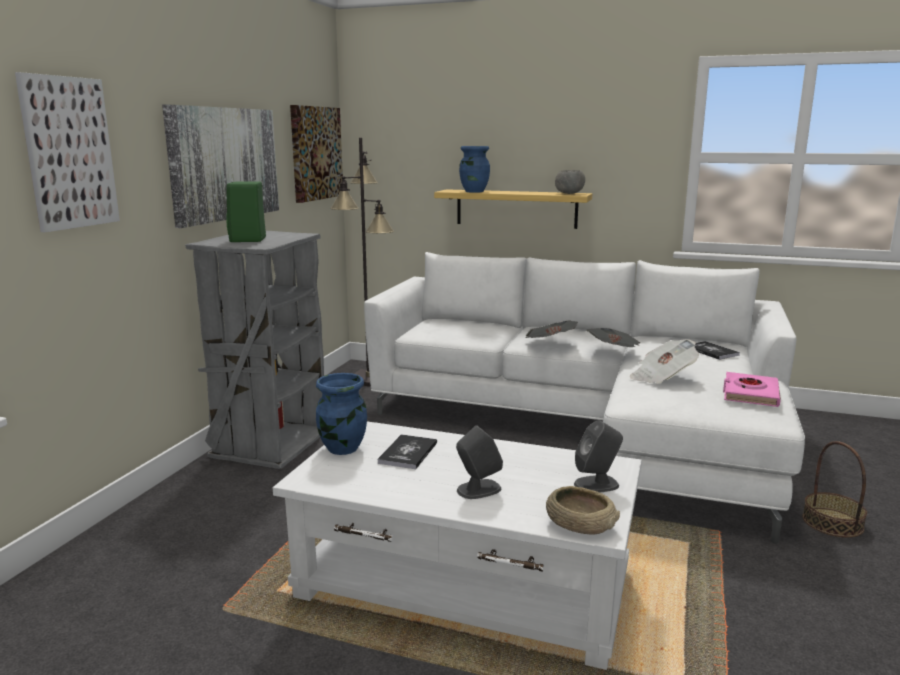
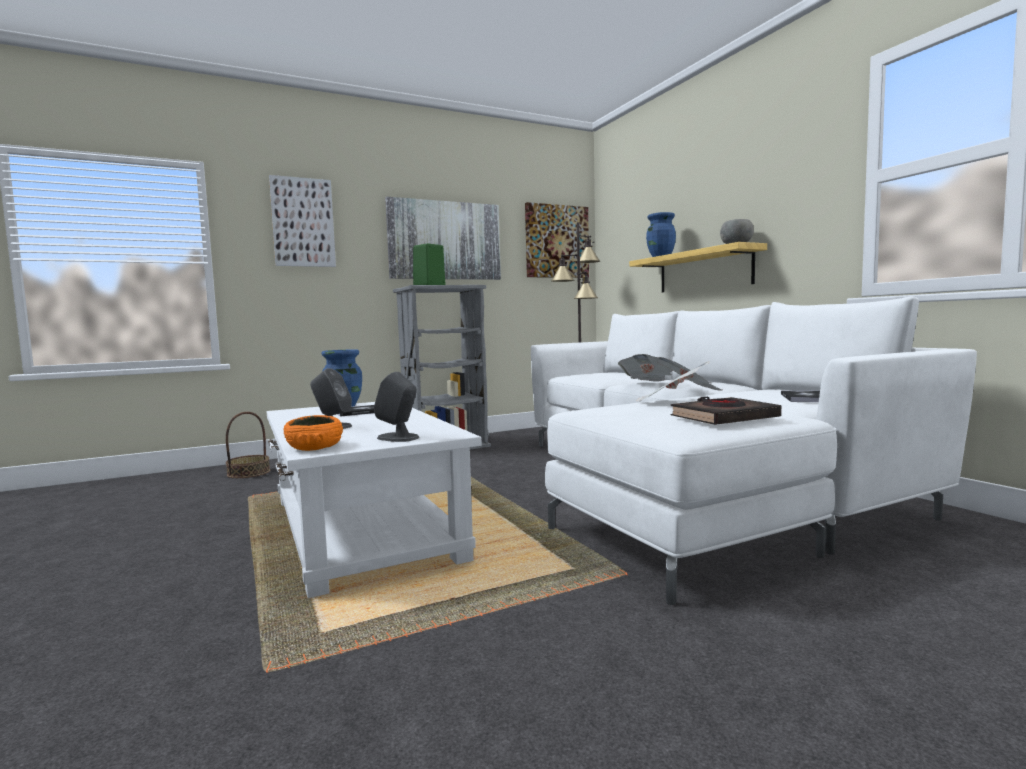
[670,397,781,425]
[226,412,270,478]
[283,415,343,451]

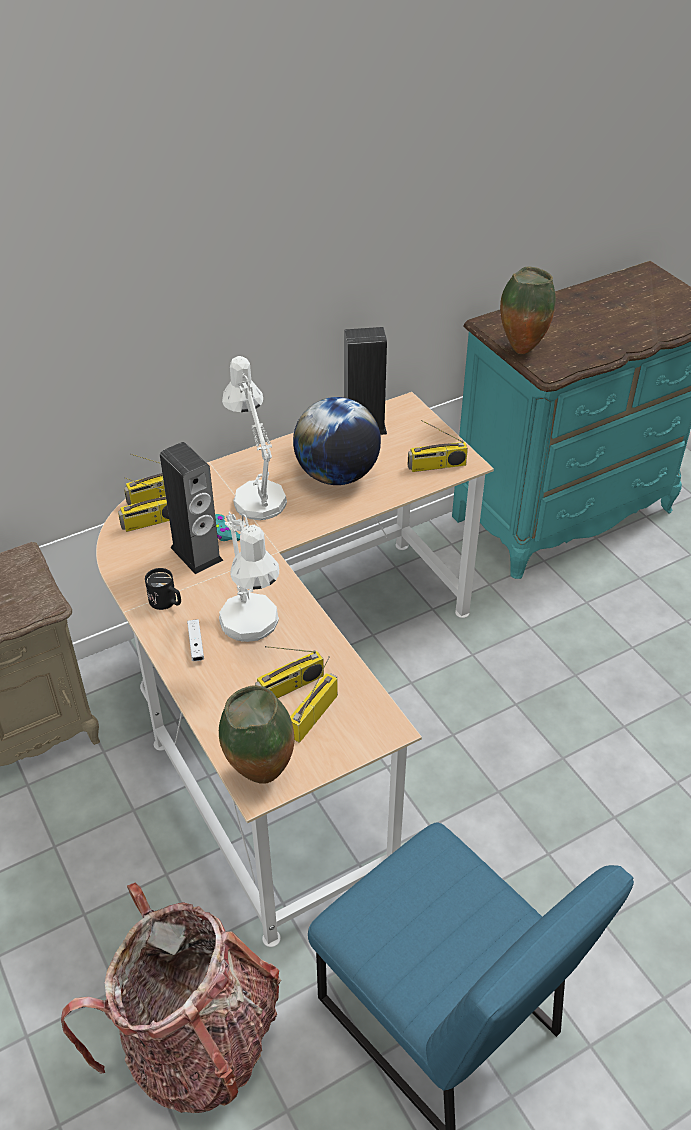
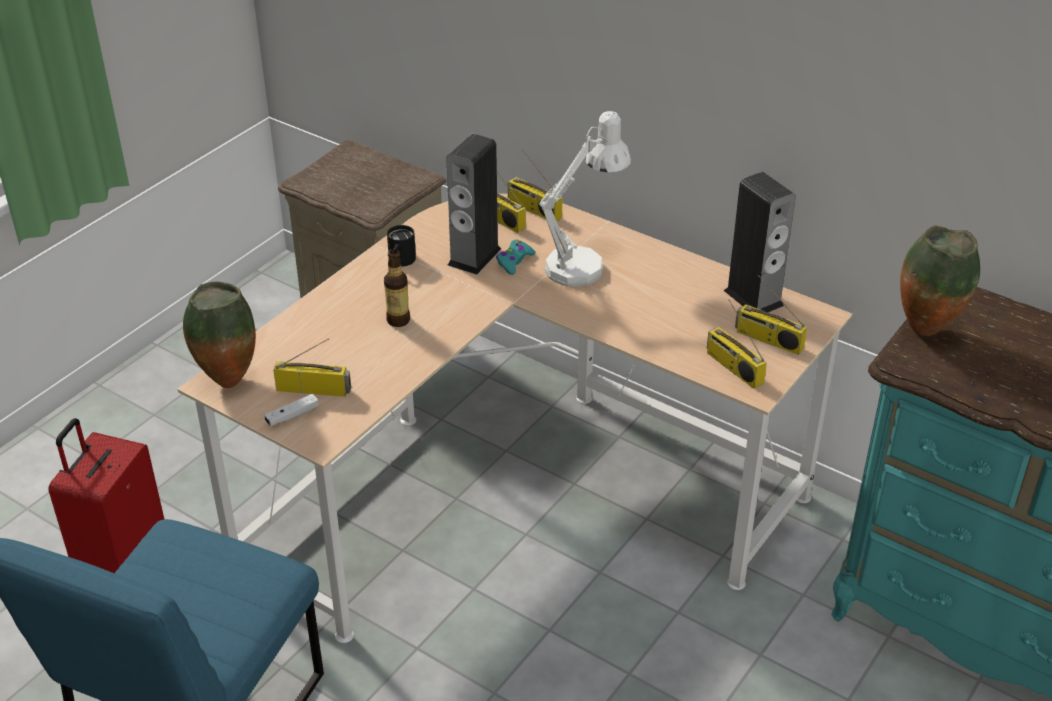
[293,397,381,485] (first image)
[384,249,410,327]
[264,394,319,426]
[735,275,807,355]
[48,418,164,573]

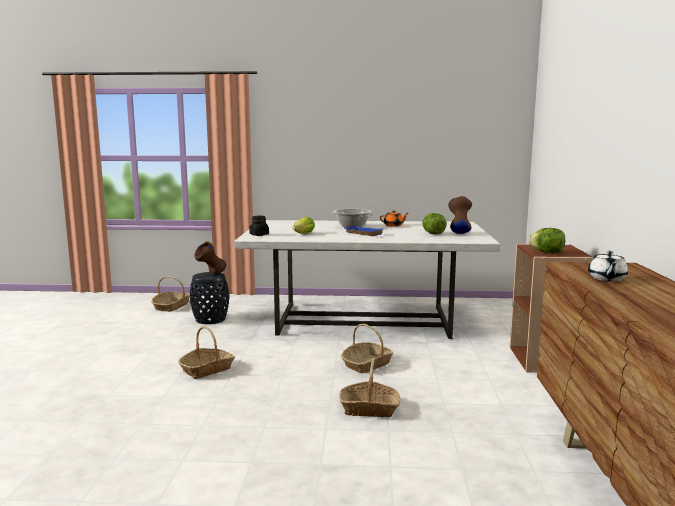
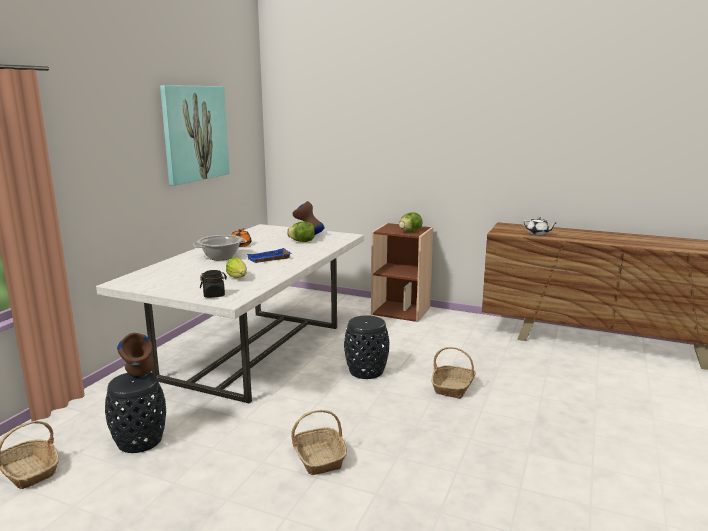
[344,315,389,379]
[160,85,230,186]

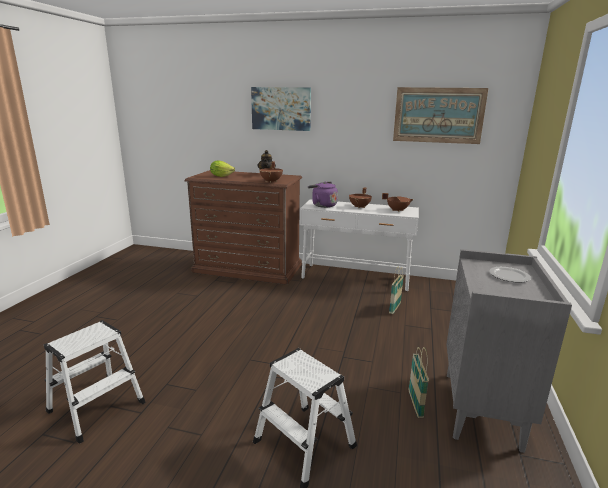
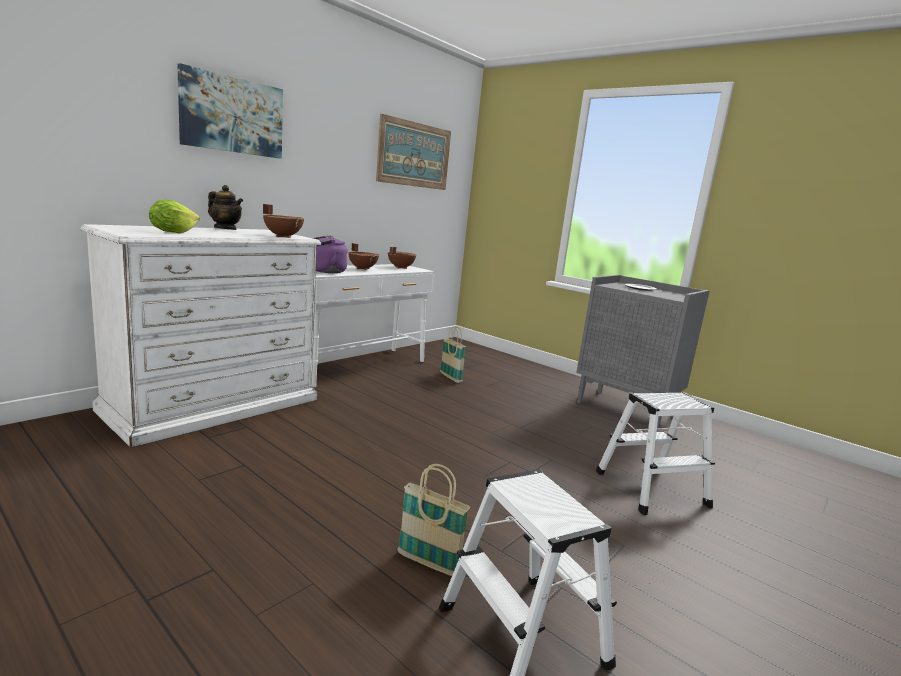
[80,224,321,448]
[397,464,470,576]

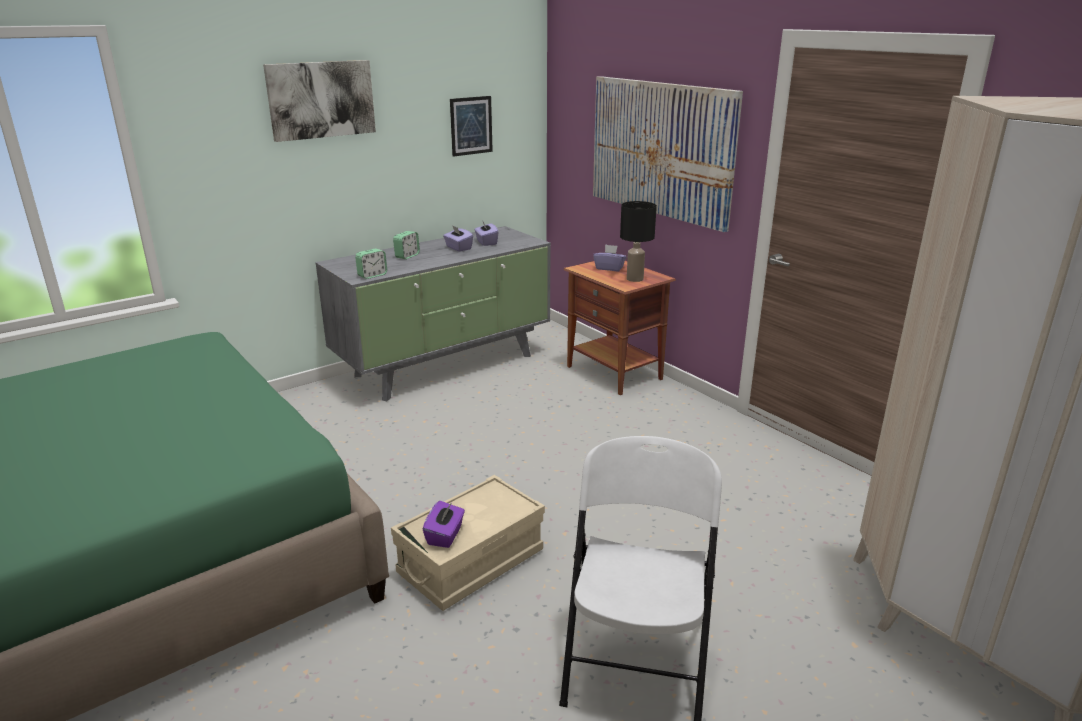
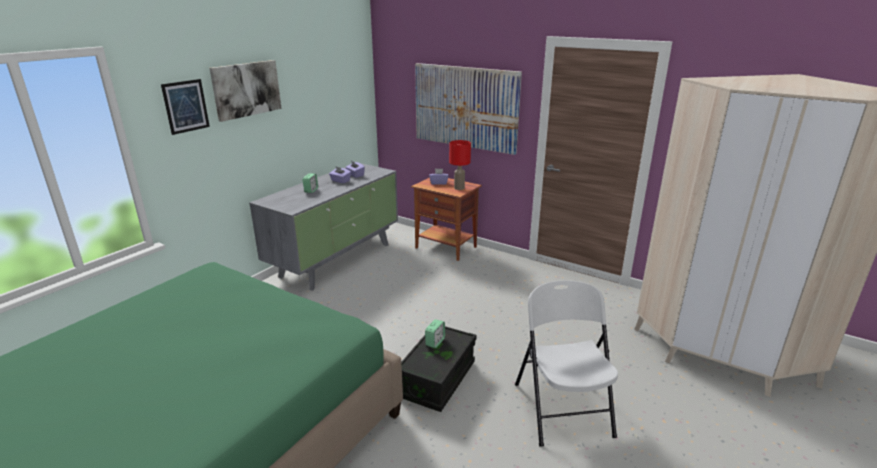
[161,79,210,135]
[449,140,471,190]
[425,319,445,348]
[401,326,476,412]
[423,501,465,548] (first image)

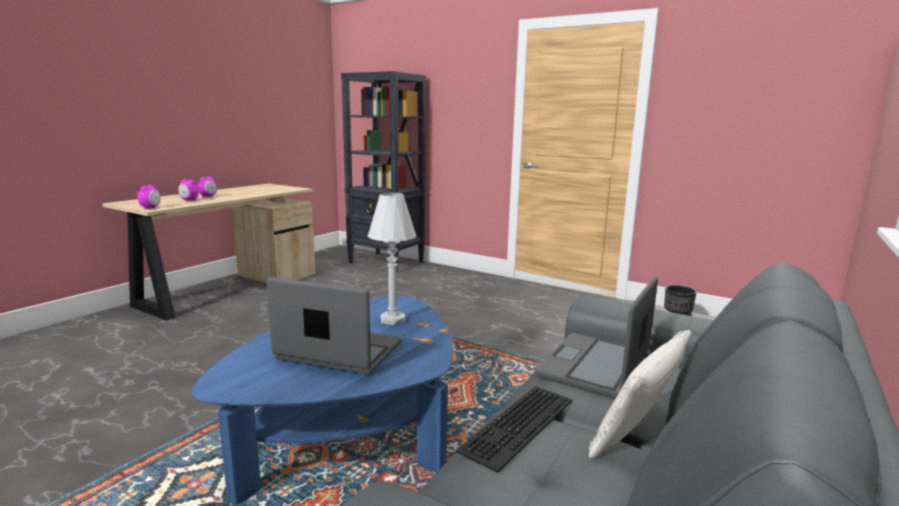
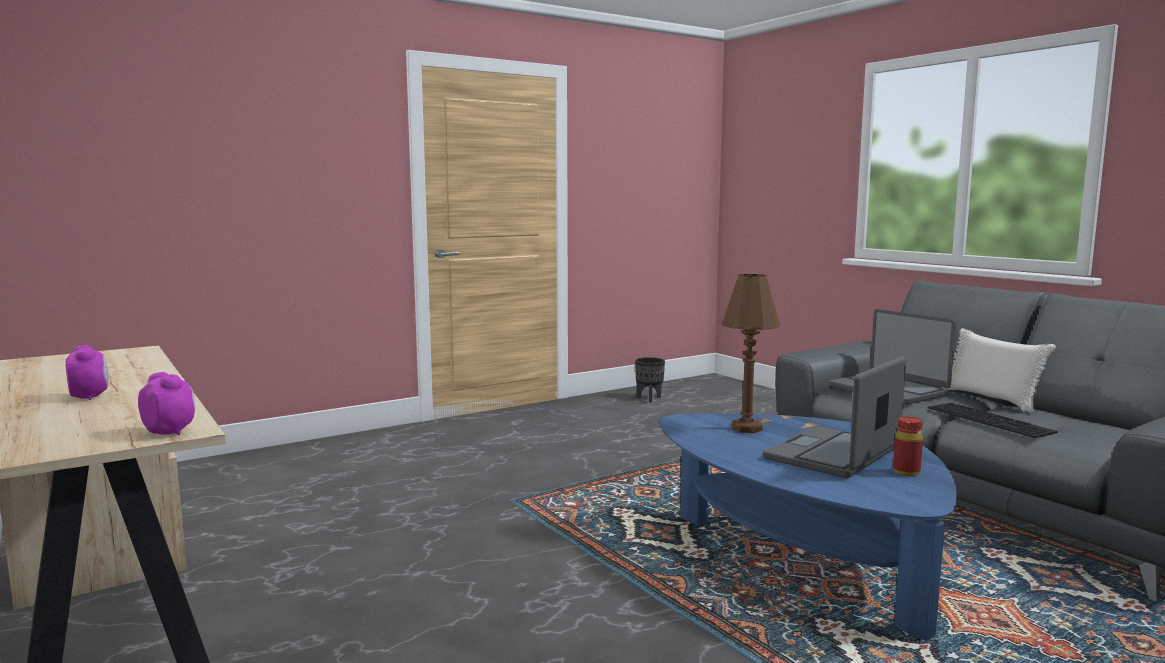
[341,71,426,272] (first image)
[178,179,199,201] (first image)
[721,274,780,433]
[893,417,923,476]

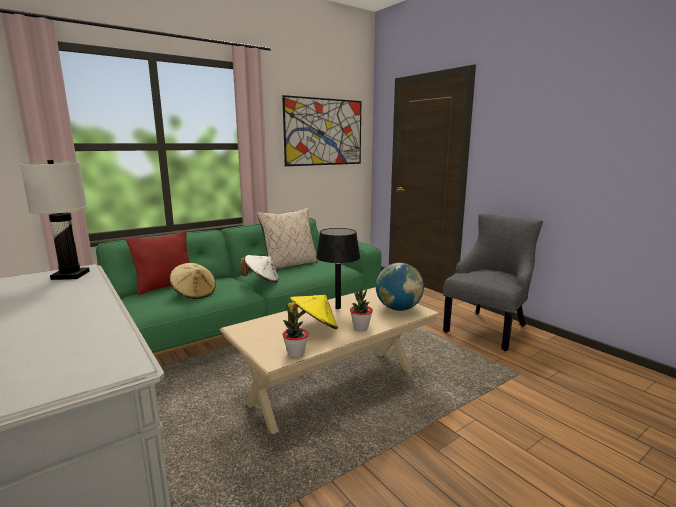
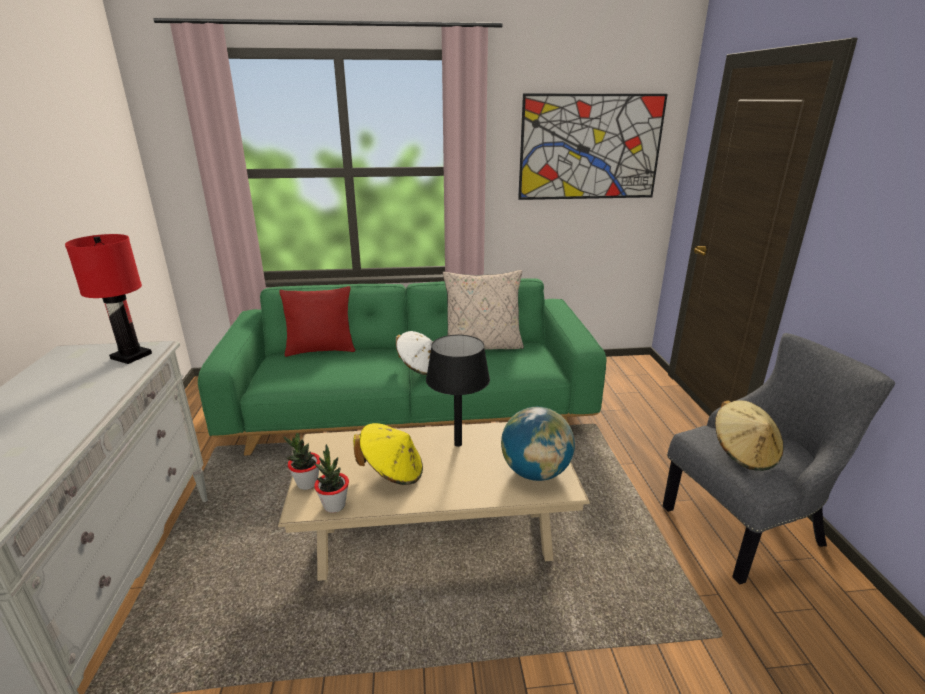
[65,234,152,364]
[715,400,784,471]
[284,433,321,490]

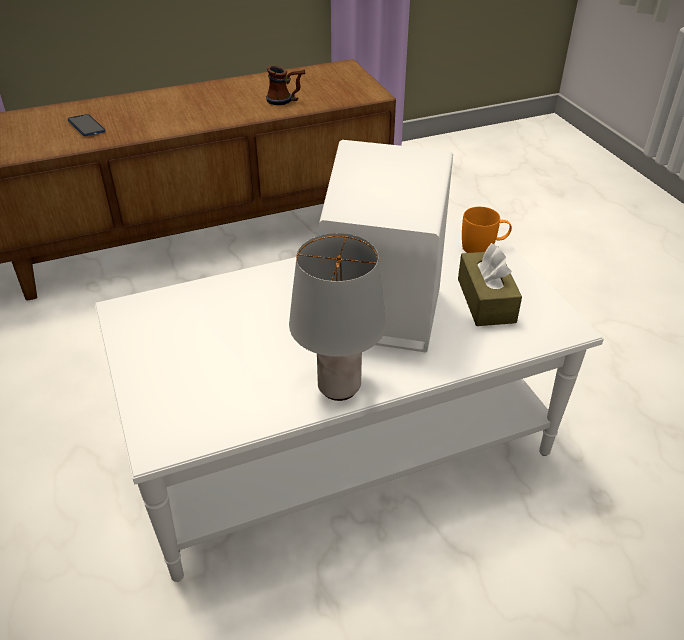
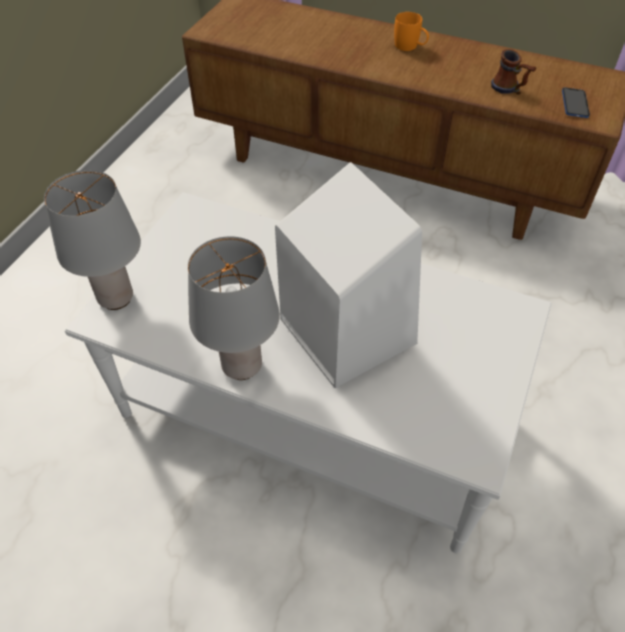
[562,87,590,118]
[394,12,429,51]
[458,243,522,326] (first image)
[44,170,141,310]

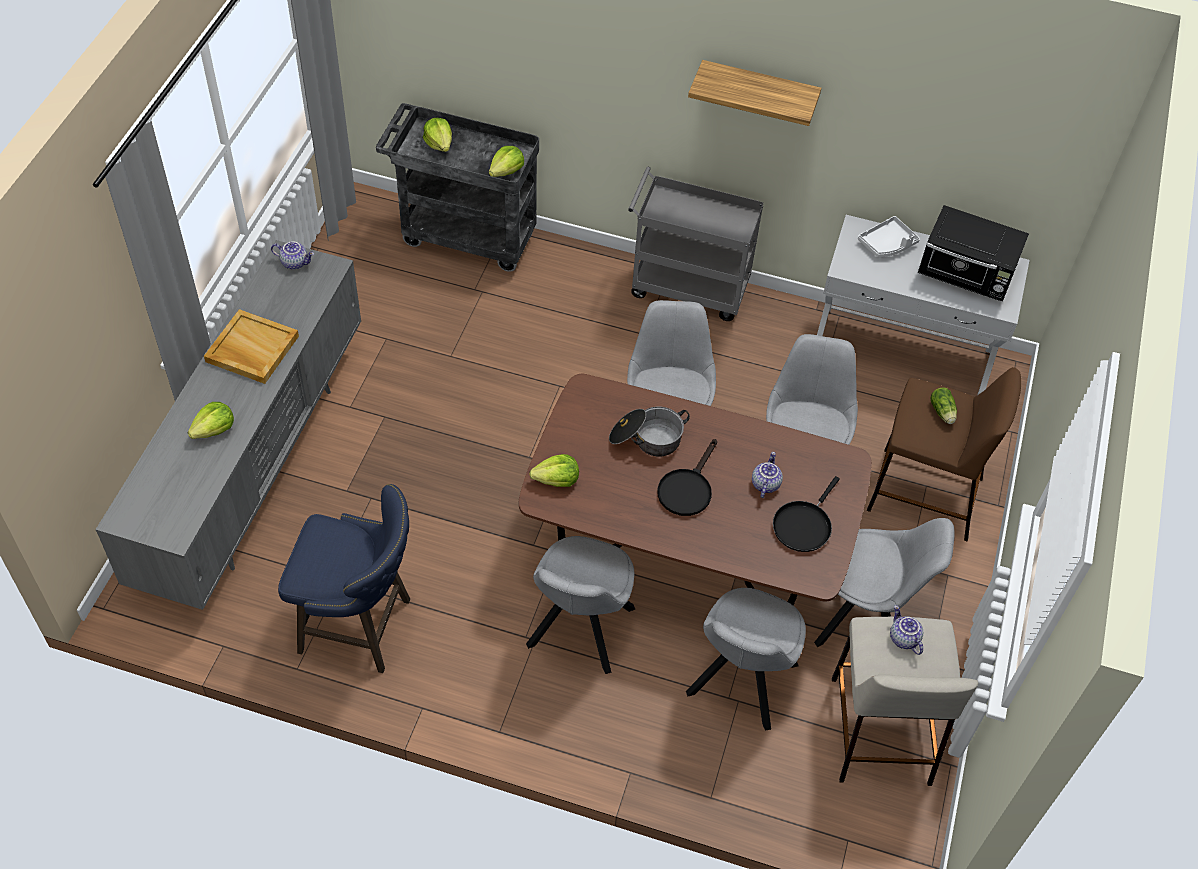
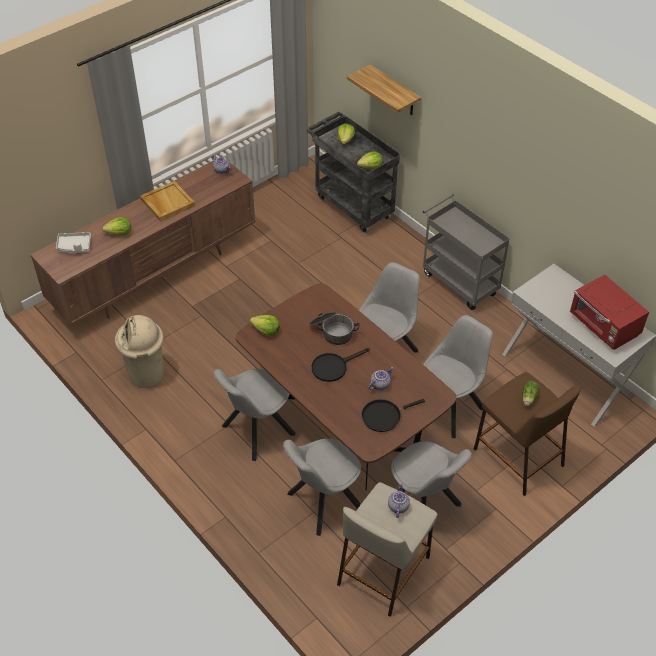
[347,64,421,115]
[570,275,649,350]
[56,232,91,253]
[30,156,255,325]
[115,315,164,388]

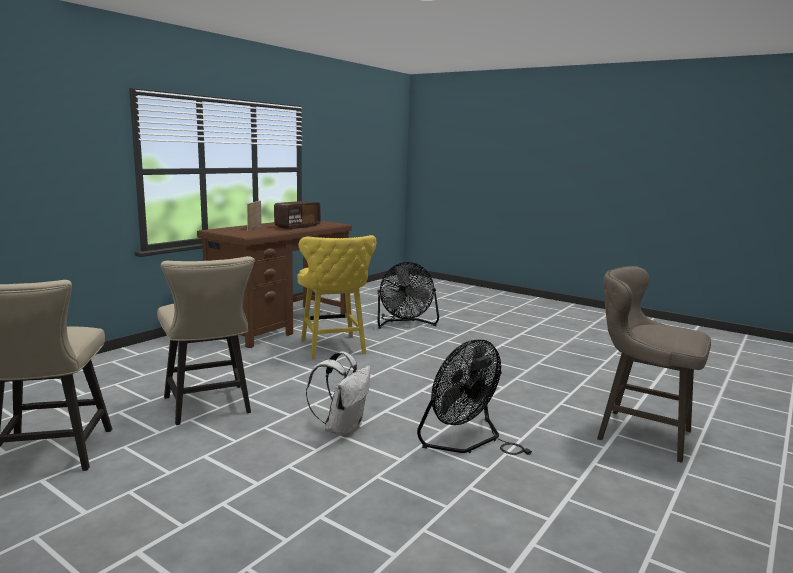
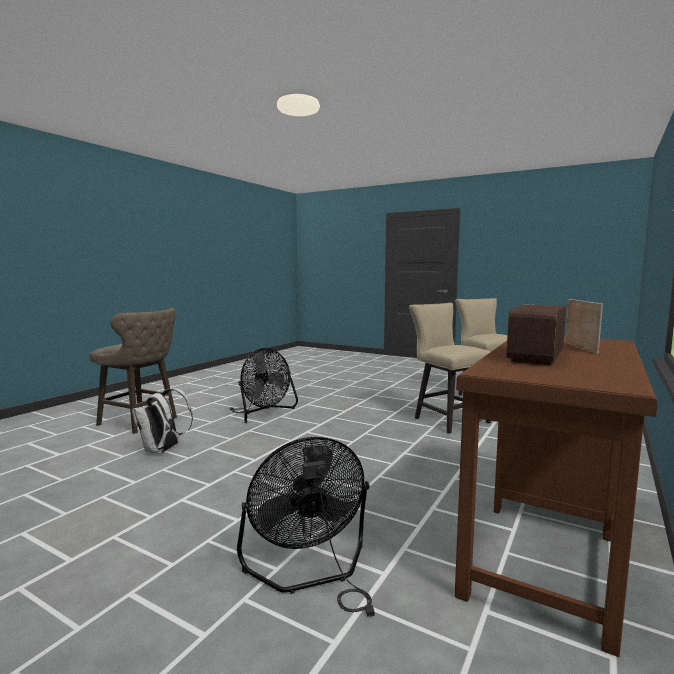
[297,235,376,359] (first image)
[132,388,193,454]

